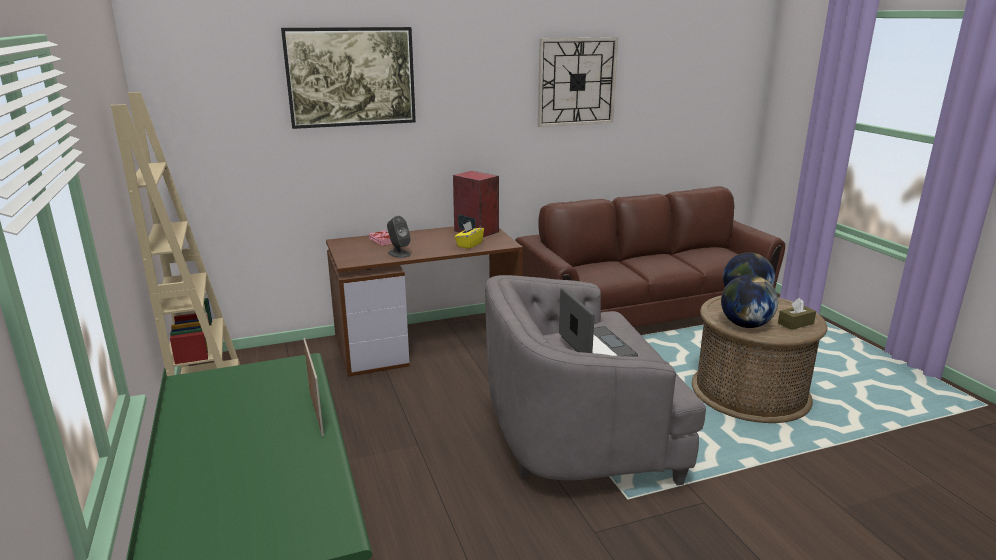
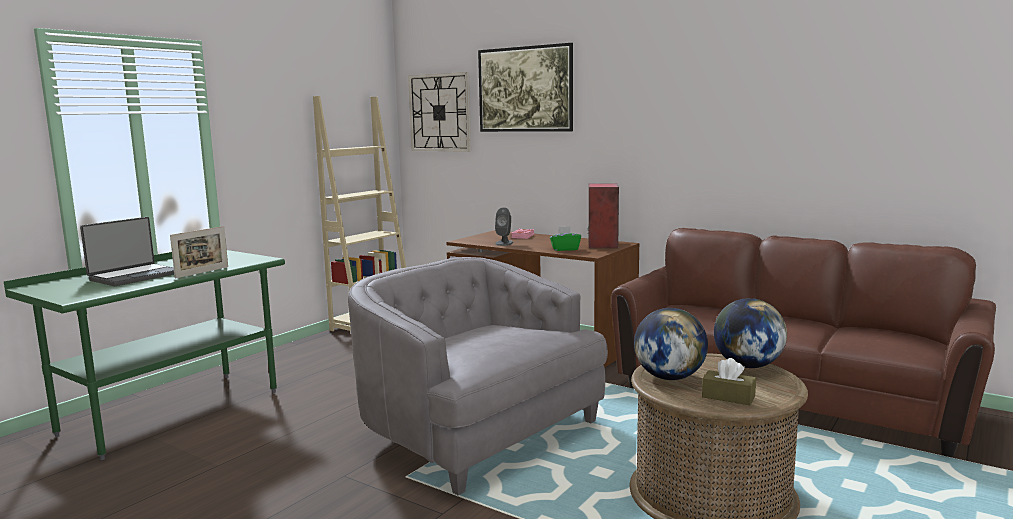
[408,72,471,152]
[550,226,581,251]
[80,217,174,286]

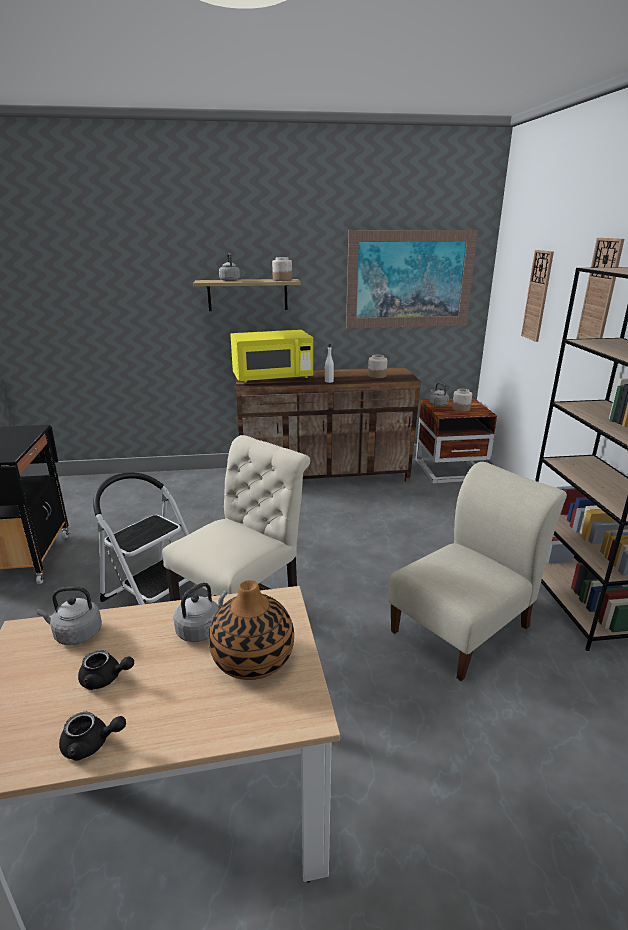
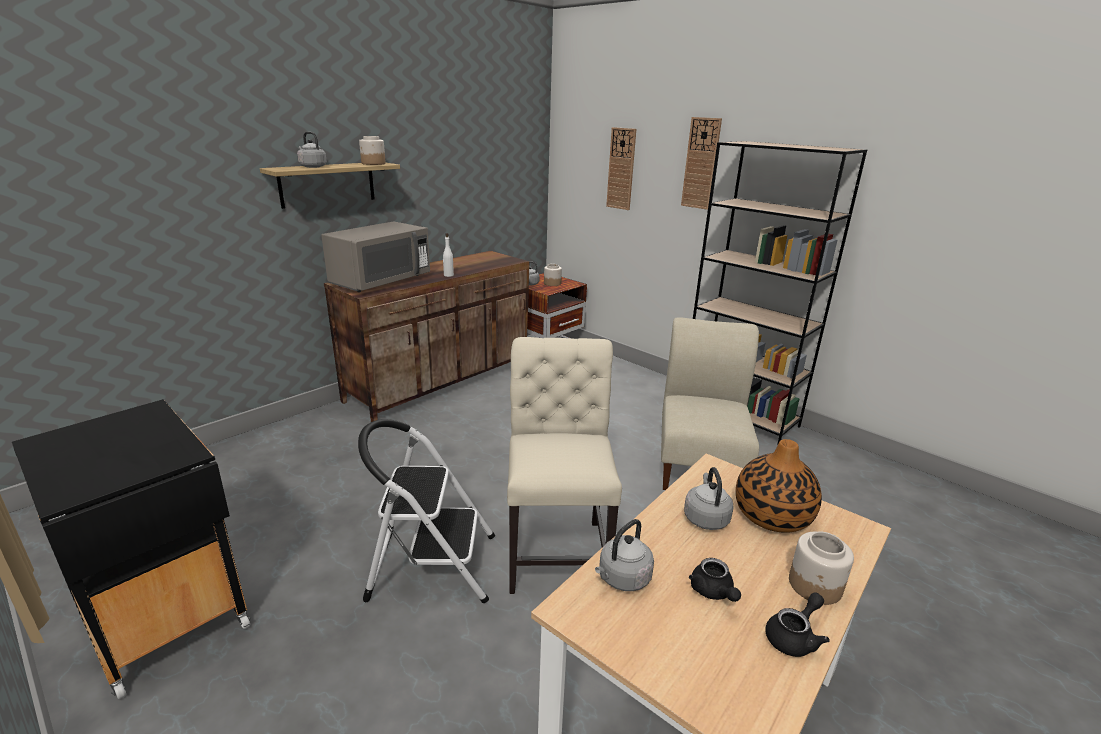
[346,230,478,329] (first image)
[321,222,430,292]
[789,531,854,605]
[689,558,741,602]

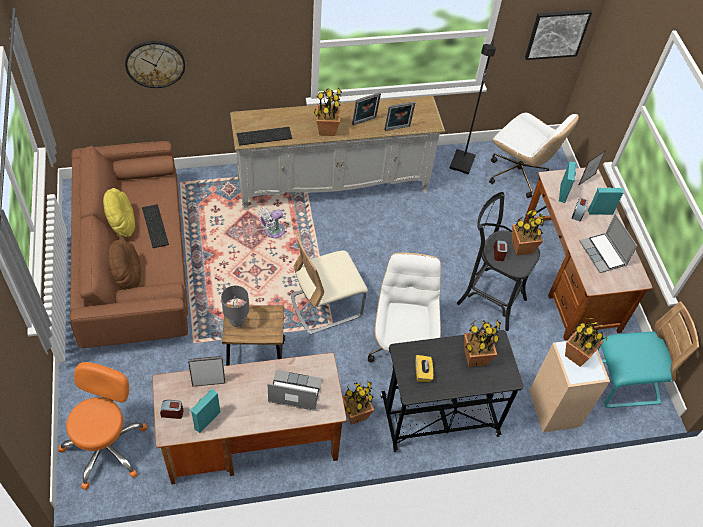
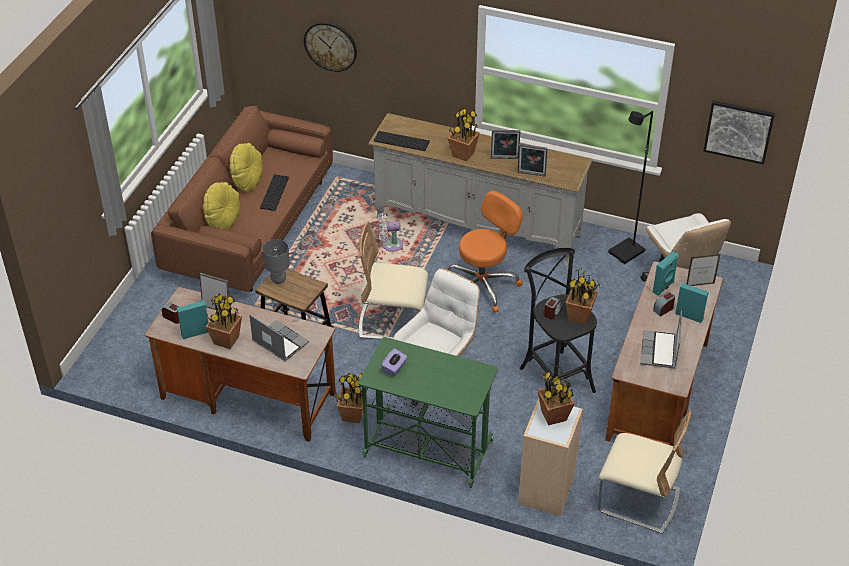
[203,182,240,230]
[598,409,692,534]
[206,294,242,349]
[358,337,498,488]
[381,348,407,377]
[446,191,523,312]

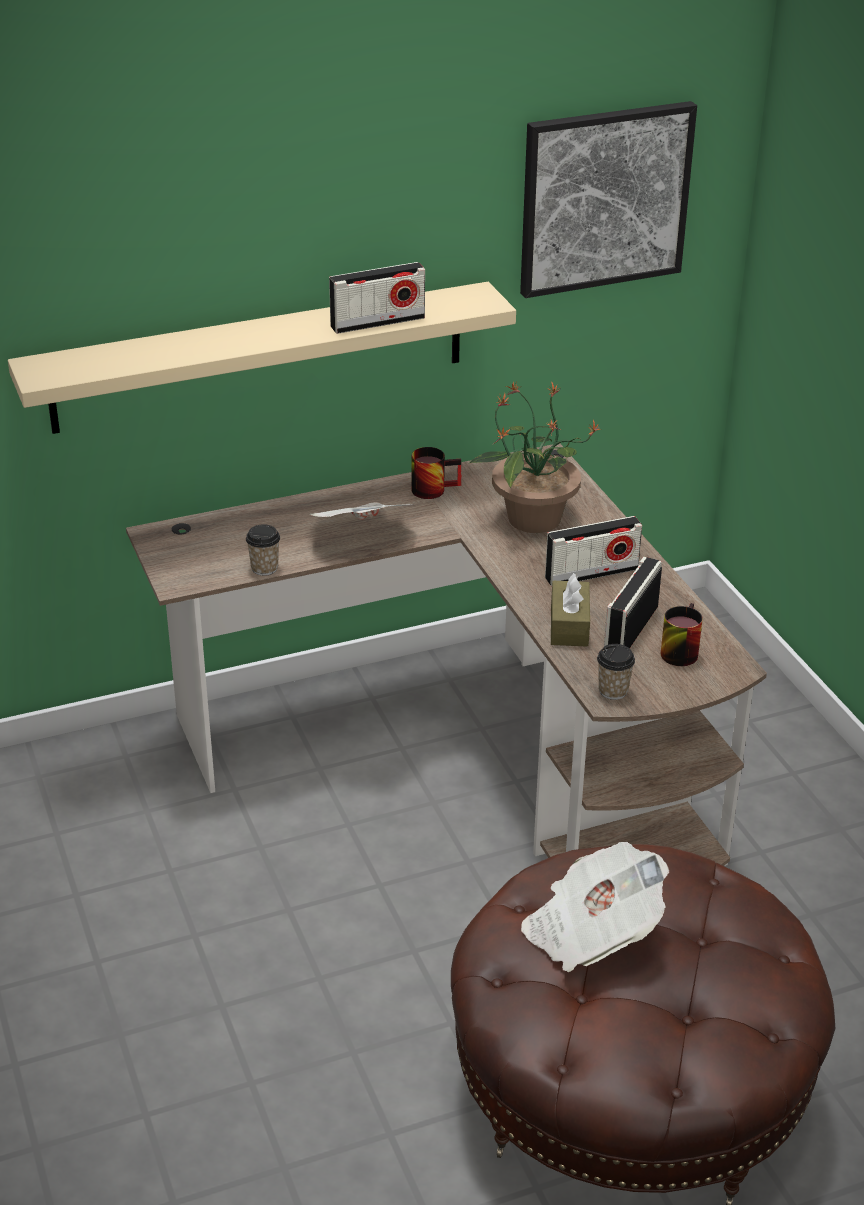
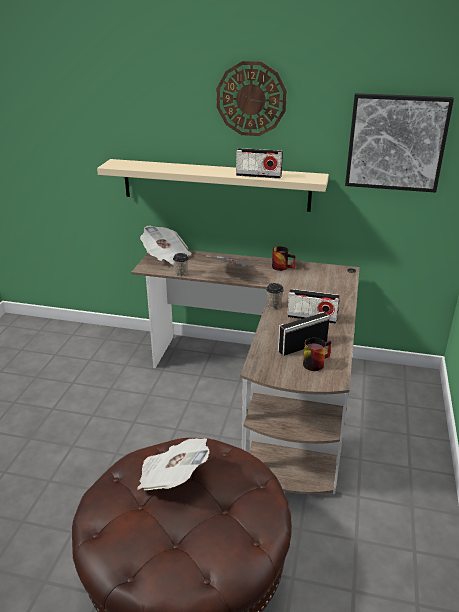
[468,381,600,533] (first image)
[551,573,590,647] (first image)
[266,283,284,309]
[217,61,287,136]
[140,226,192,266]

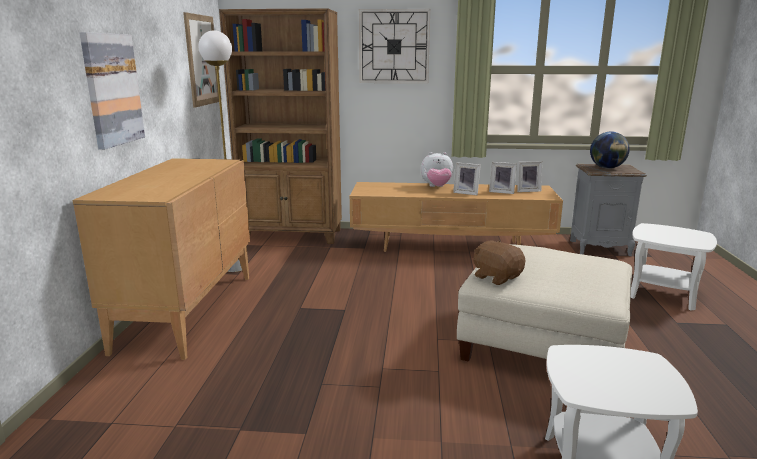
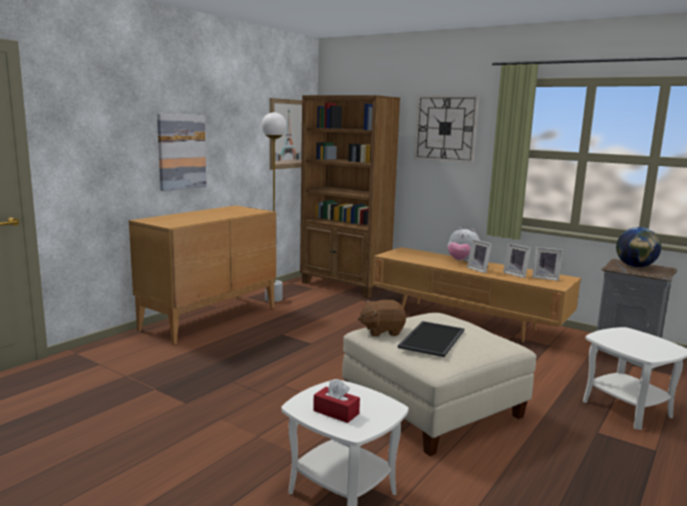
[358,300,406,337]
[398,321,464,357]
[313,379,360,423]

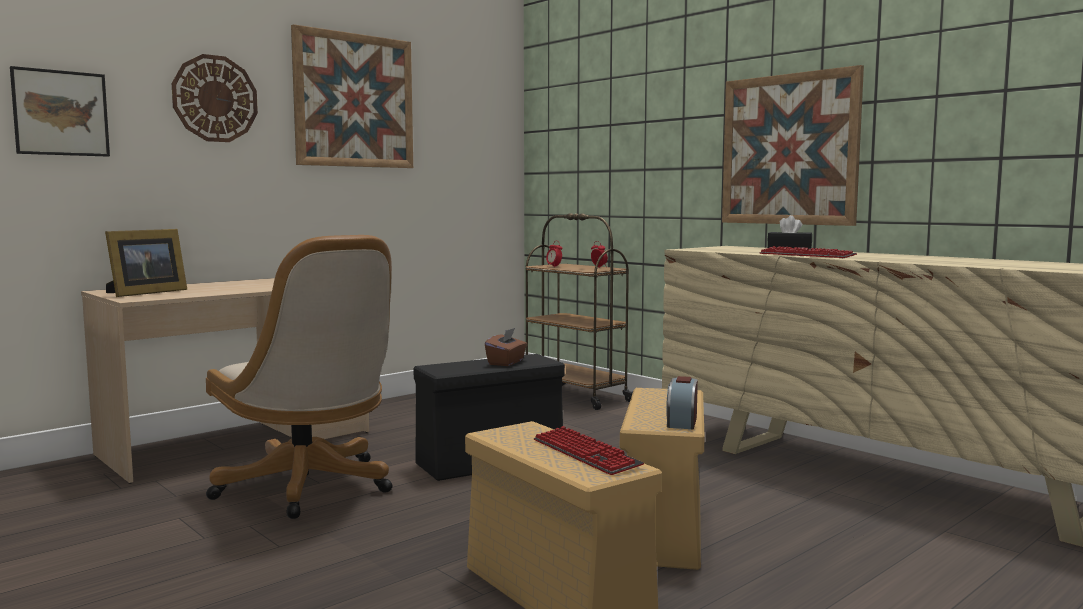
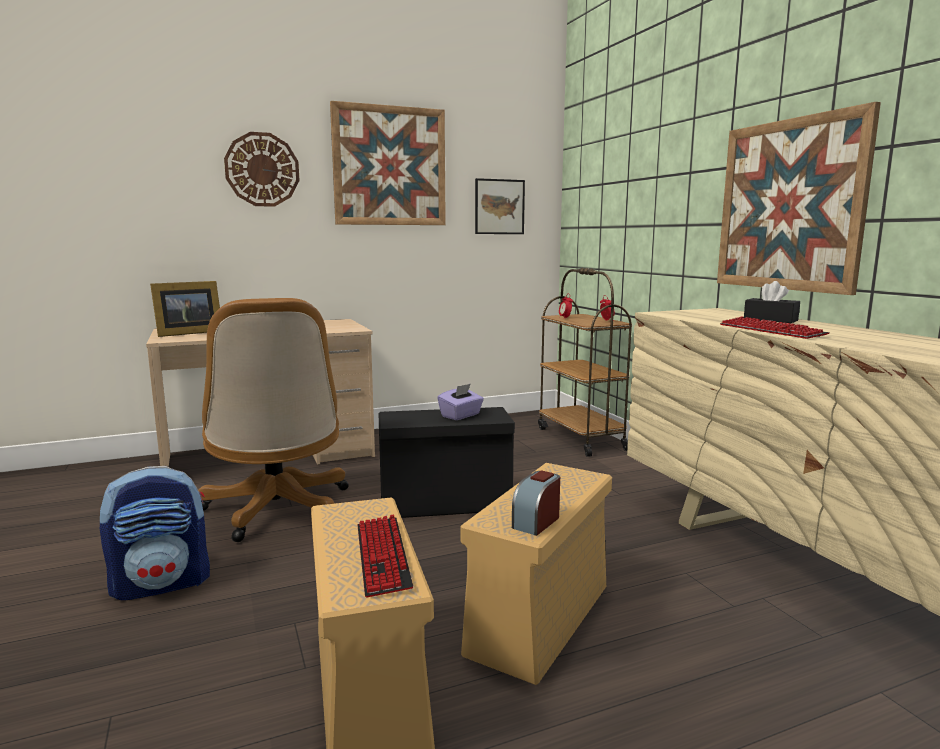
[475,178,525,234]
[438,384,484,420]
[100,466,210,601]

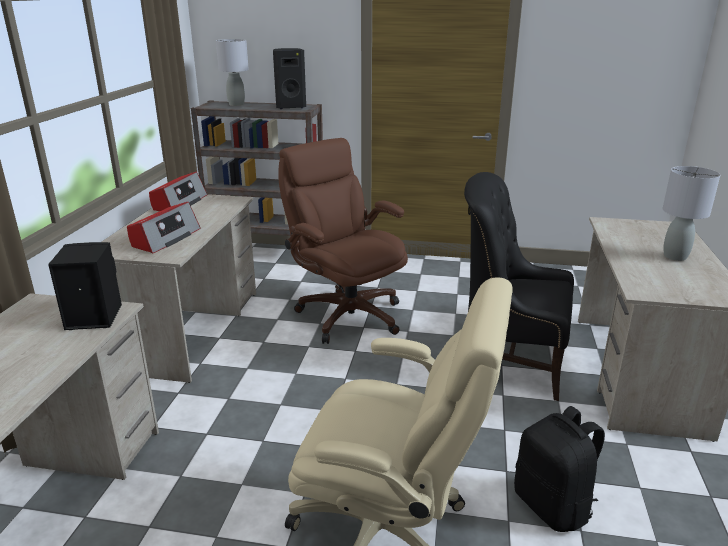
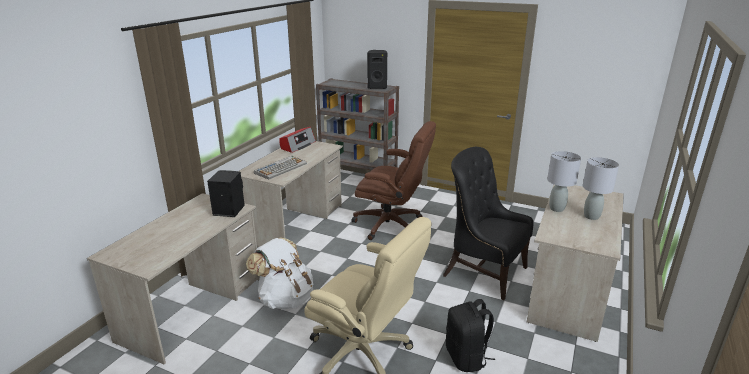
[547,151,581,212]
[352,121,436,240]
[254,156,307,179]
[246,237,313,310]

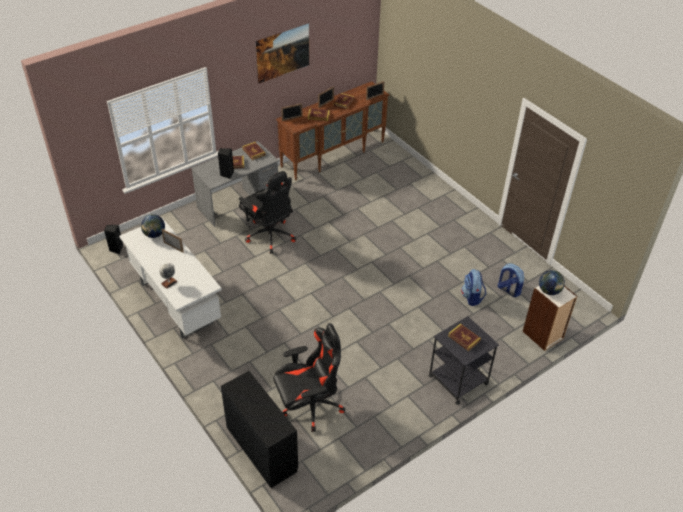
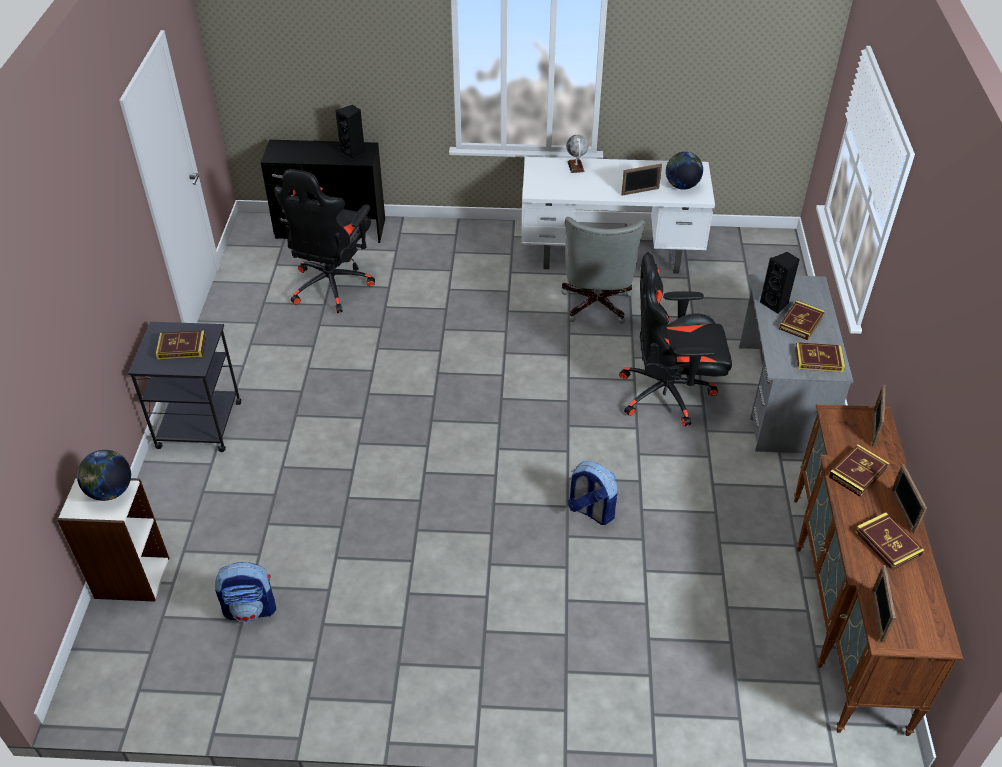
[256,23,309,84] (first image)
[335,105,365,160]
[568,461,617,525]
[561,217,645,324]

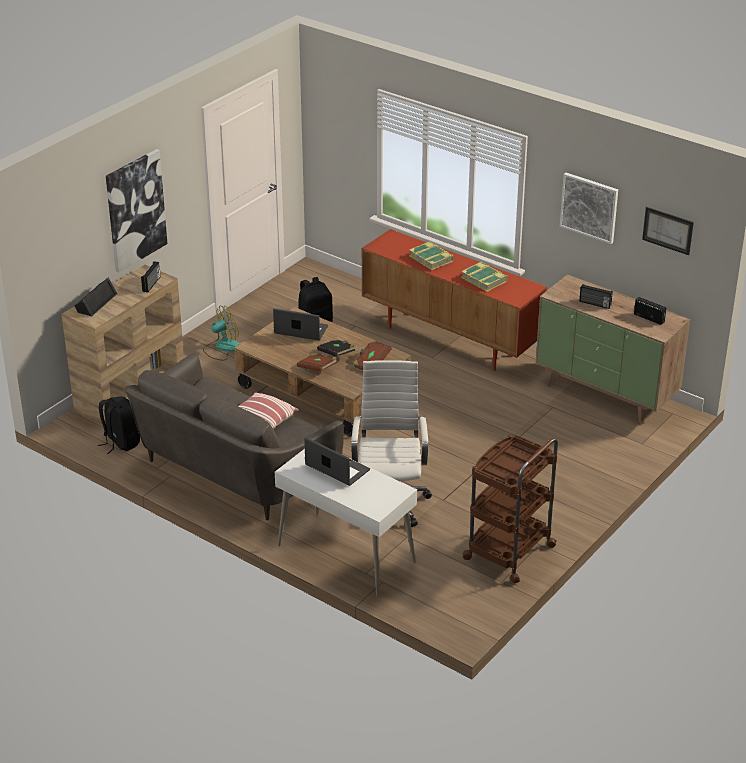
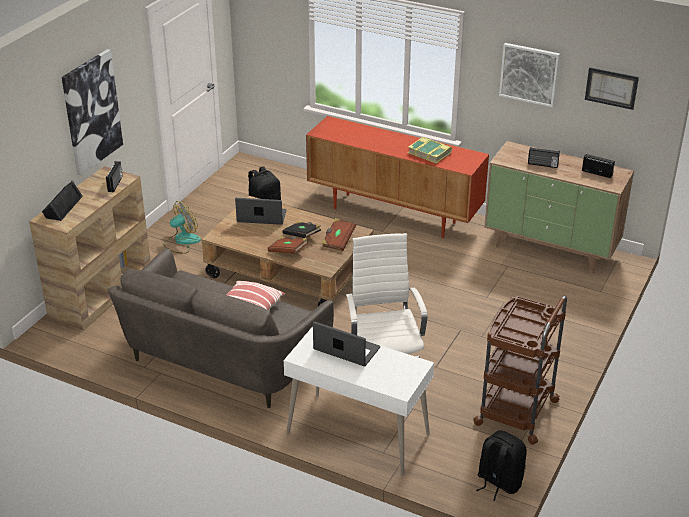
[409,241,454,270] (first image)
[476,430,527,501]

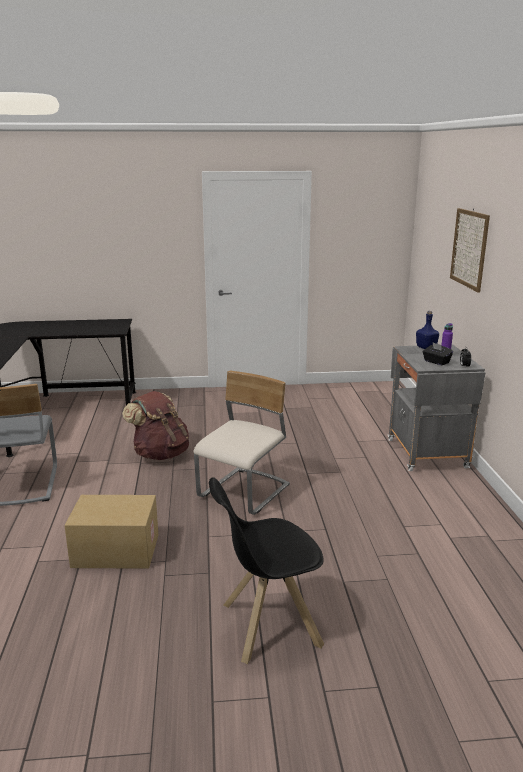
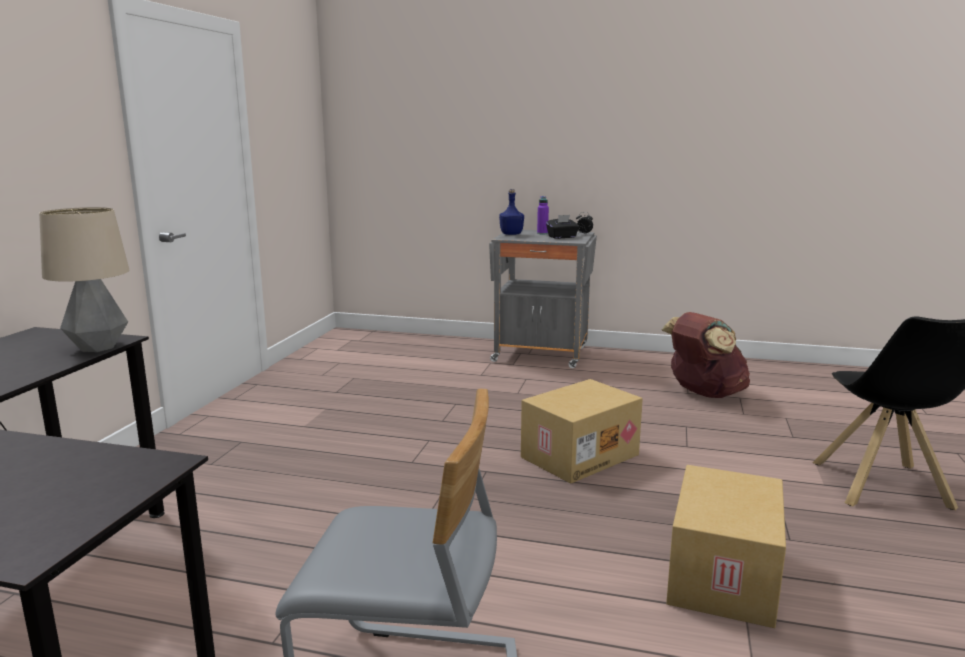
[450,208,490,293] (first image)
[521,379,643,484]
[662,312,750,398]
[39,207,129,352]

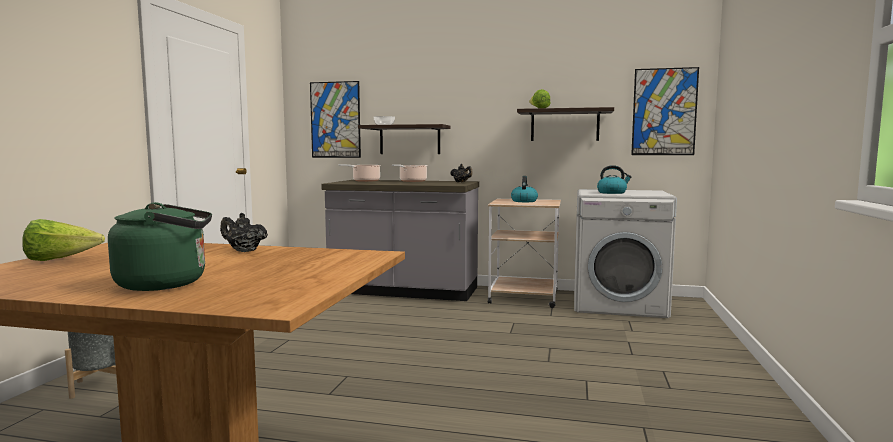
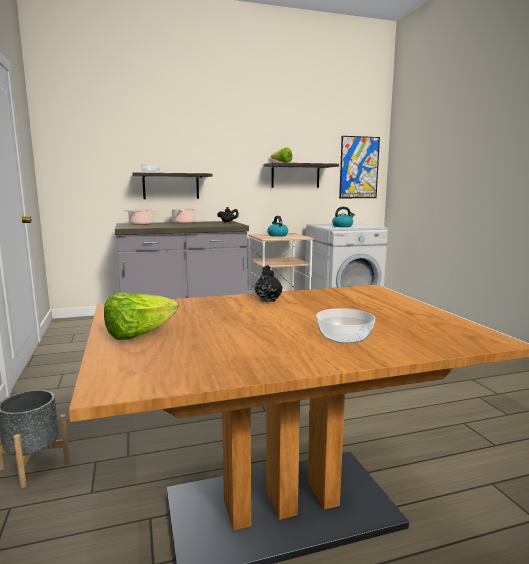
[310,81,361,158] (first image)
[316,308,375,344]
[255,265,283,302]

